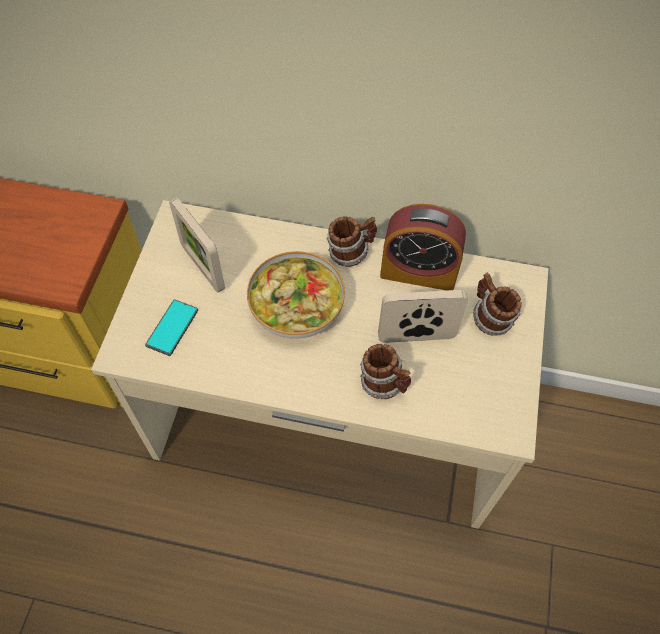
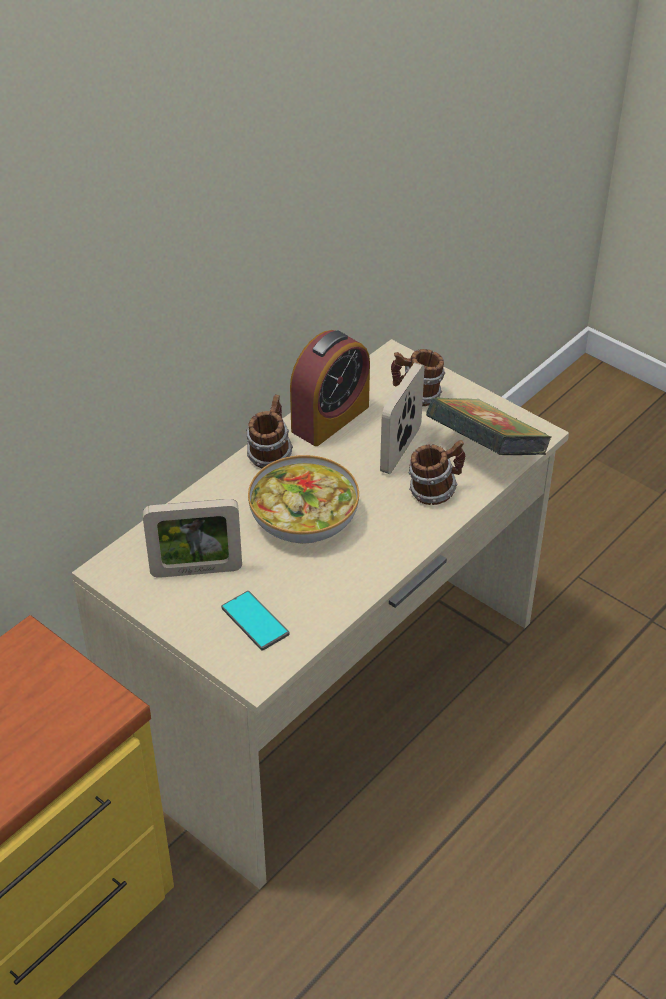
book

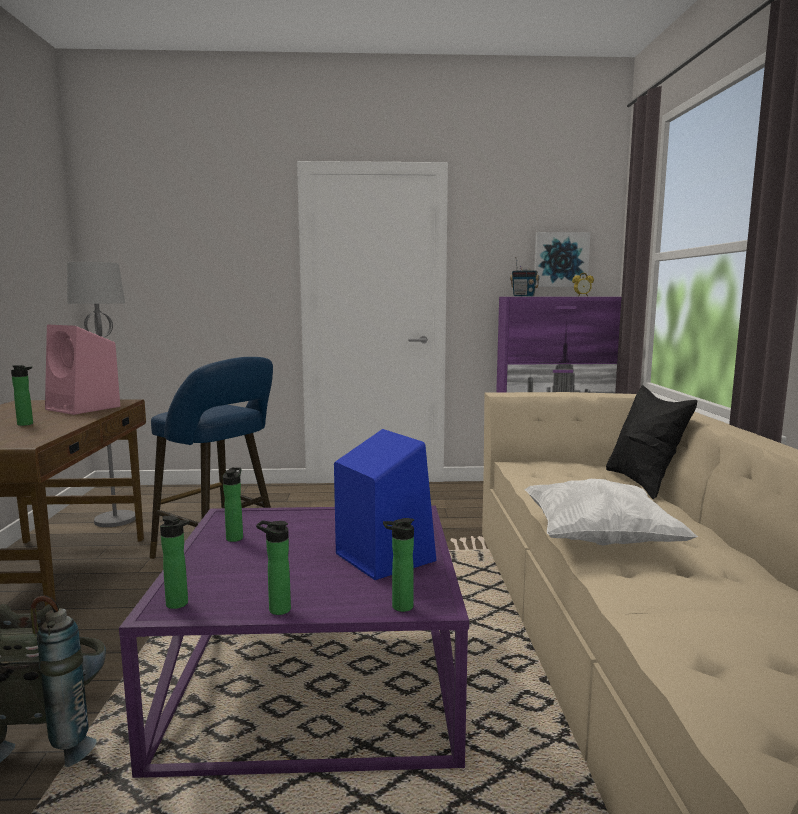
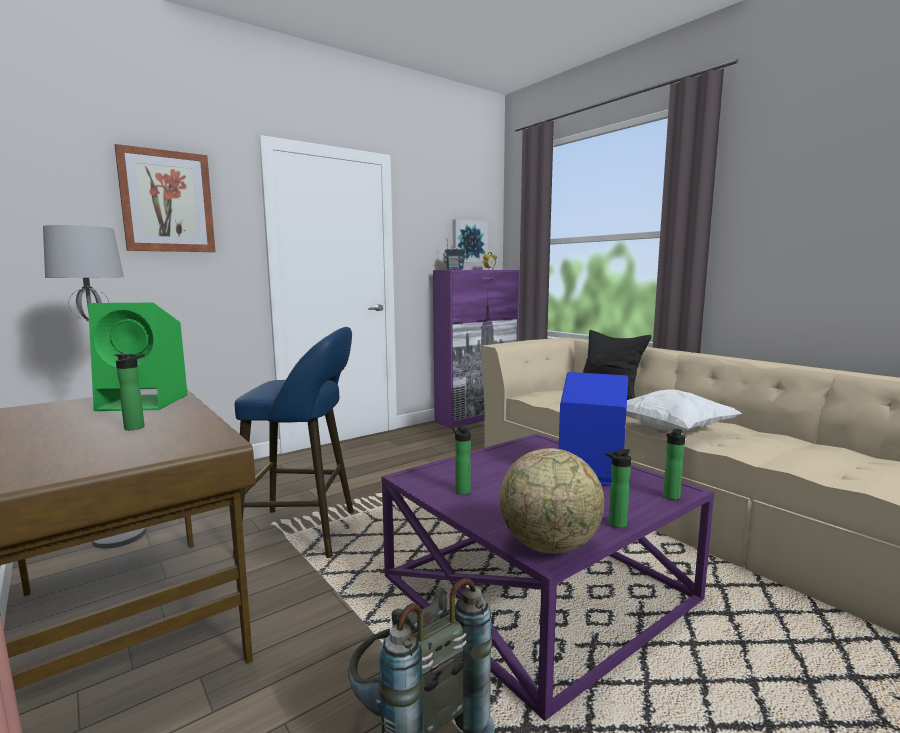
green loudspeaker
wall art (no. 1 from left)
globe

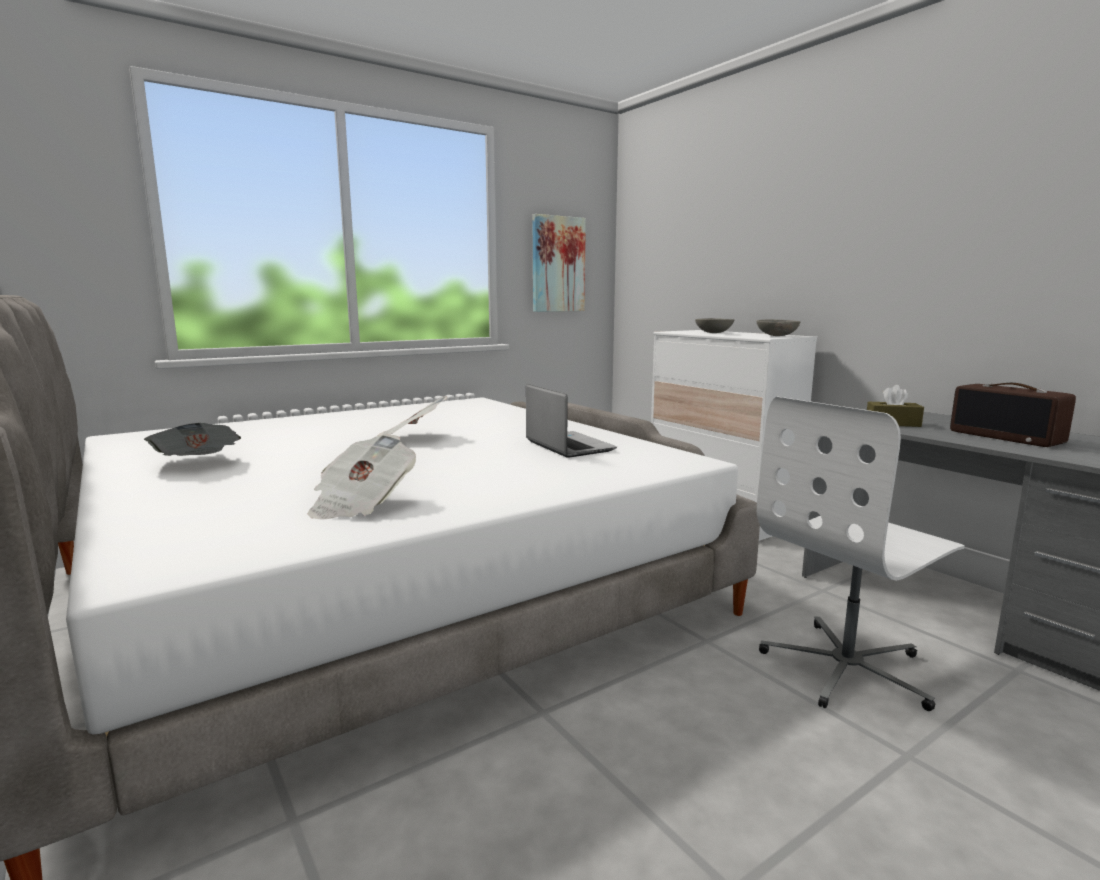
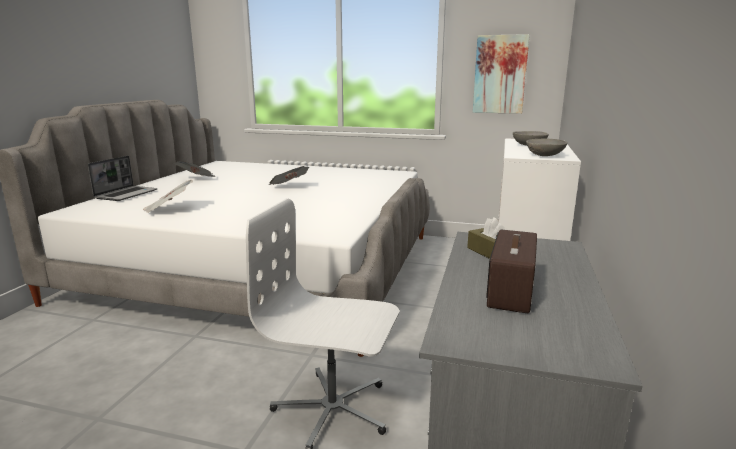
portable computer

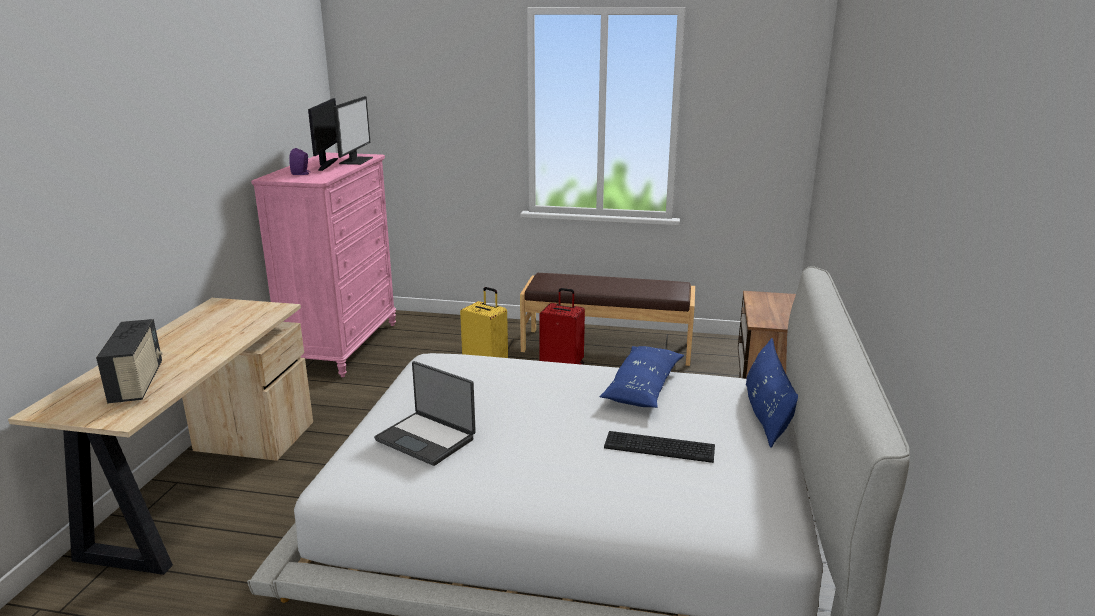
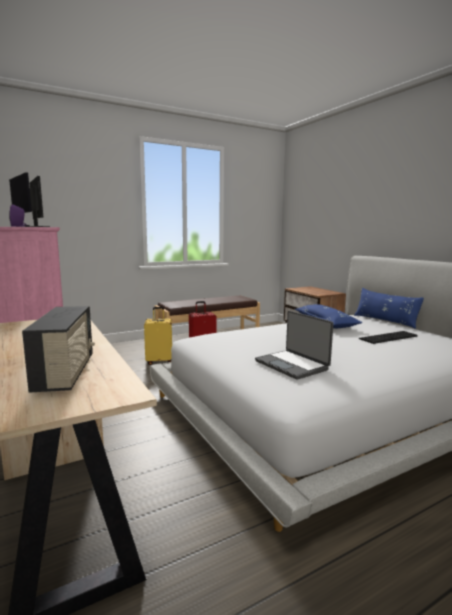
radio set
portable computer

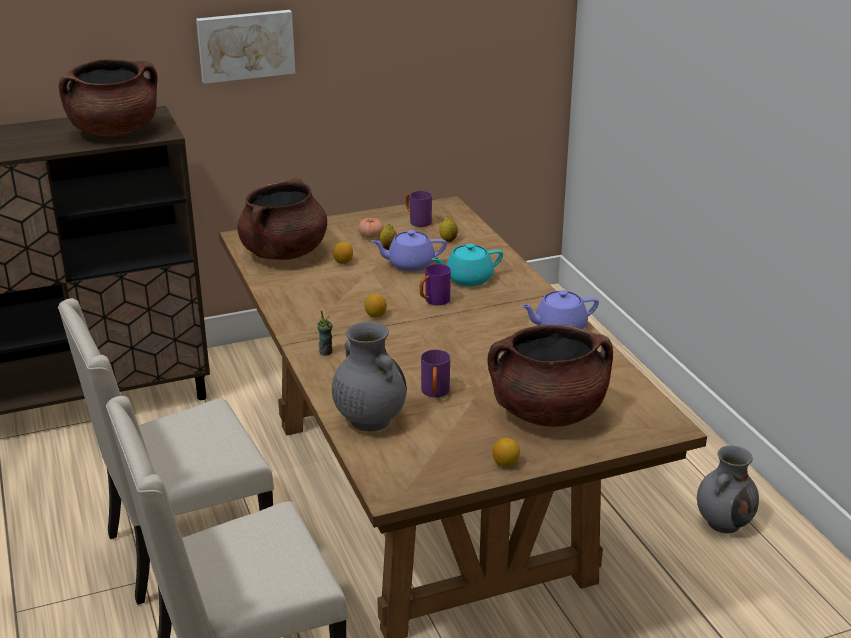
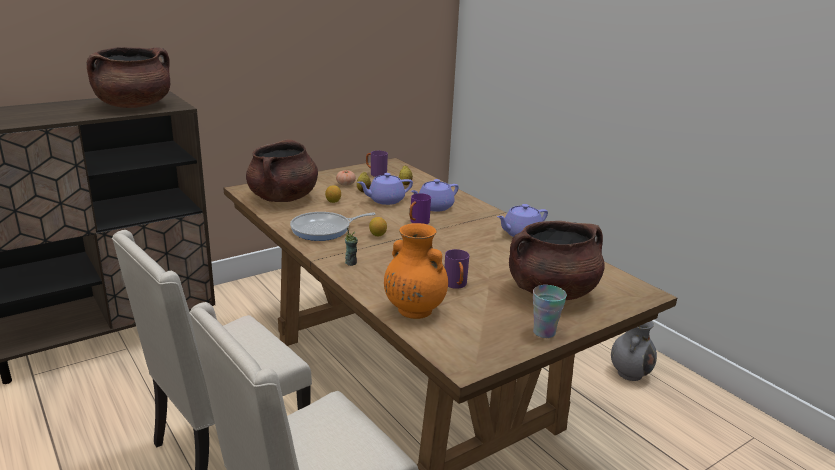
frying pan
orangey vase
purple-coloured tea pot (no. 2 from left)
drinking cup (no. 2 from left)
wall art

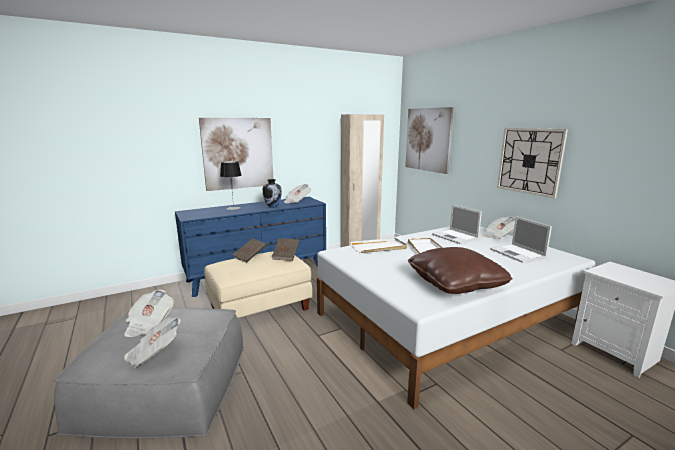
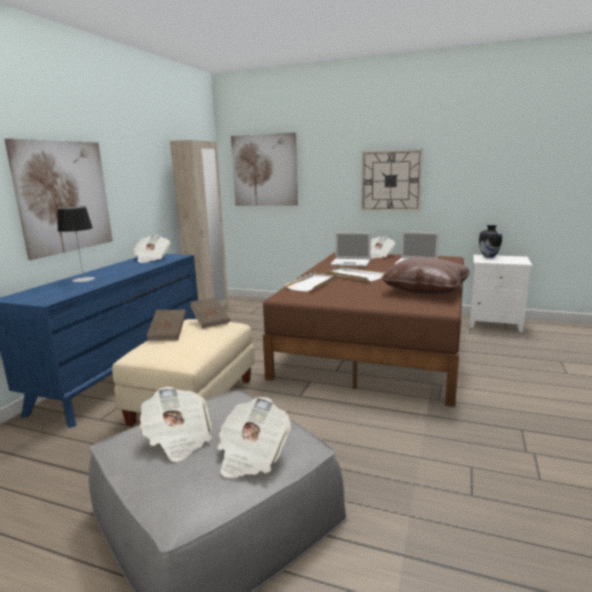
brown bed
vase

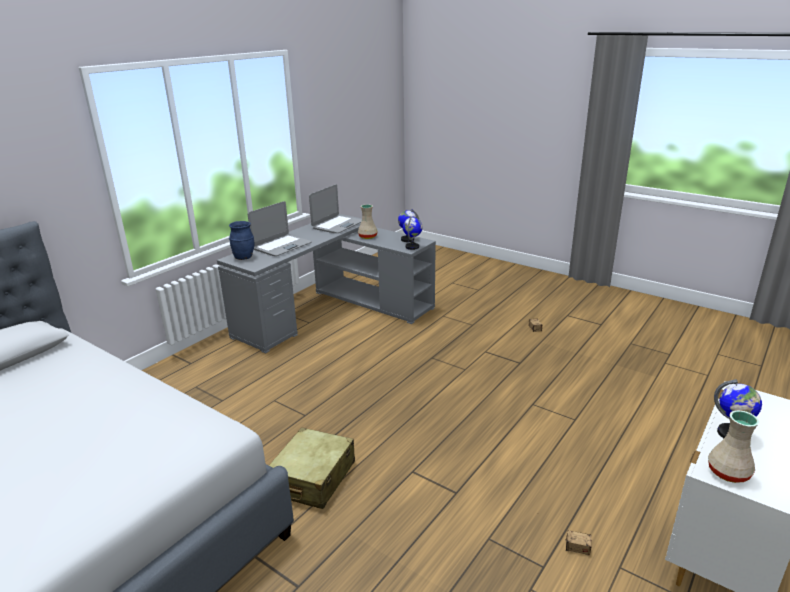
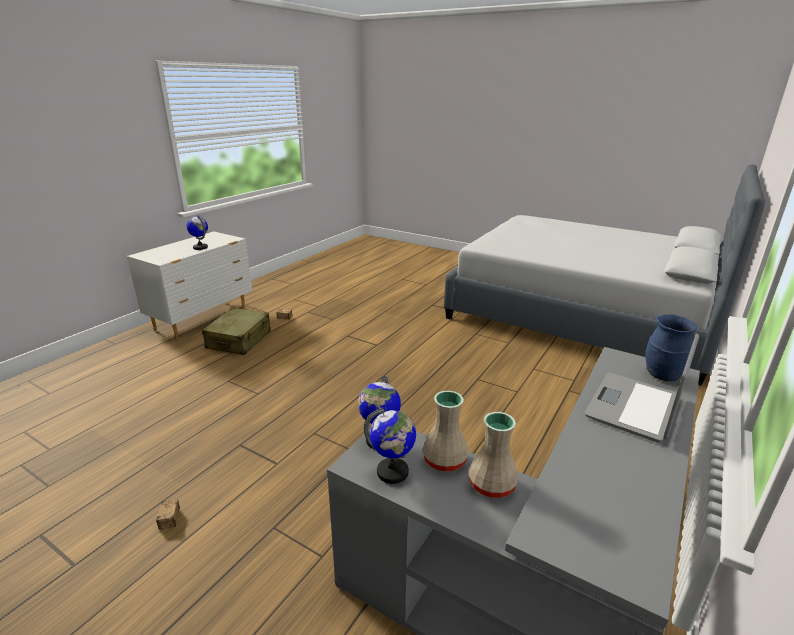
beige suitcase
beige vase (no. 1 from left)
portable computer (no. 2 from left in the first image)

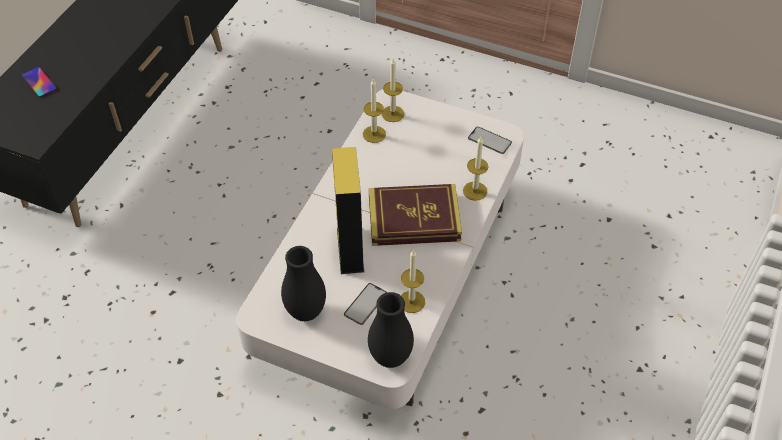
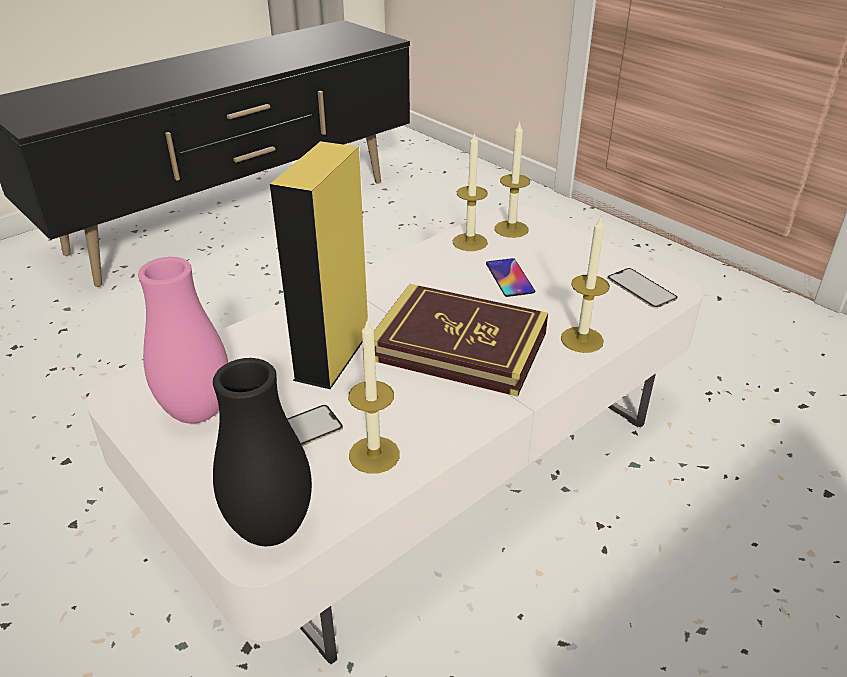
pinkish vase
phone (no. 2 from left)

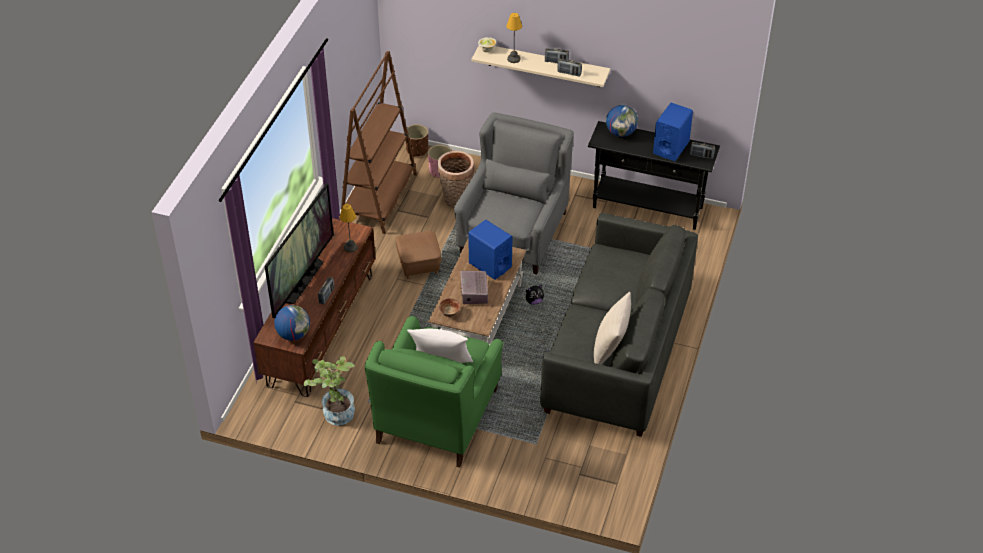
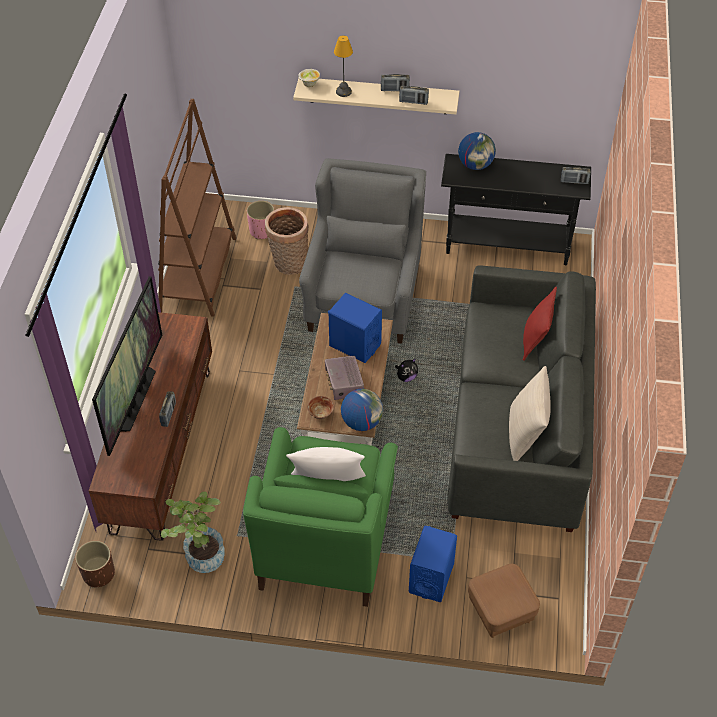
brown planter
globe (no. 1 from left)
blue loudspeaker (no. 2 from left)
brown pouffe
red-coloured cushion
table lamp (no. 1 from left in the first image)

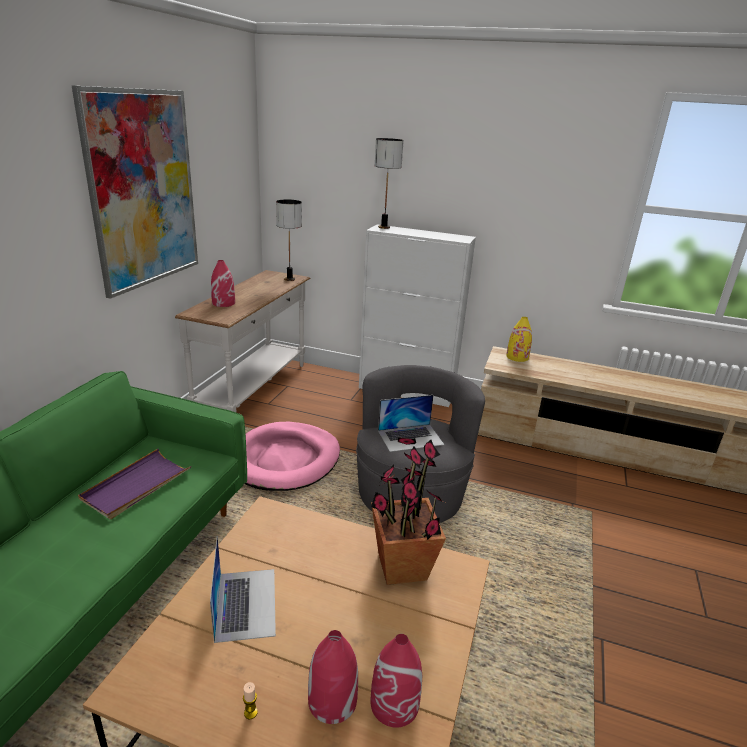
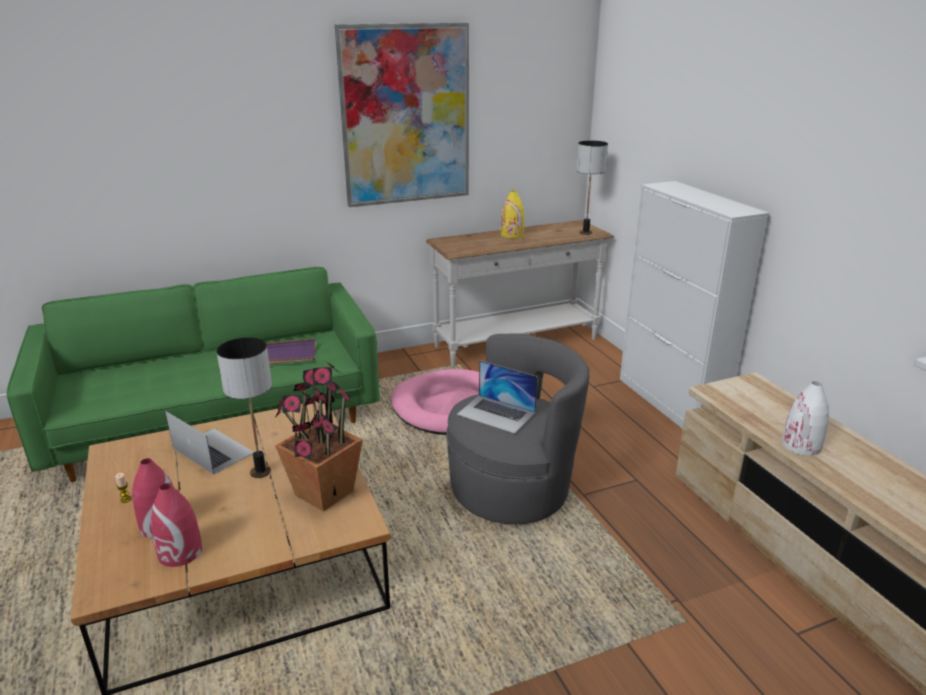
portable computer (no. 1 from left)
table lamp (no. 1 from left)
yellow-coloured vase
whitish vase
red-coloured vase (no. 1 from left in the first image)

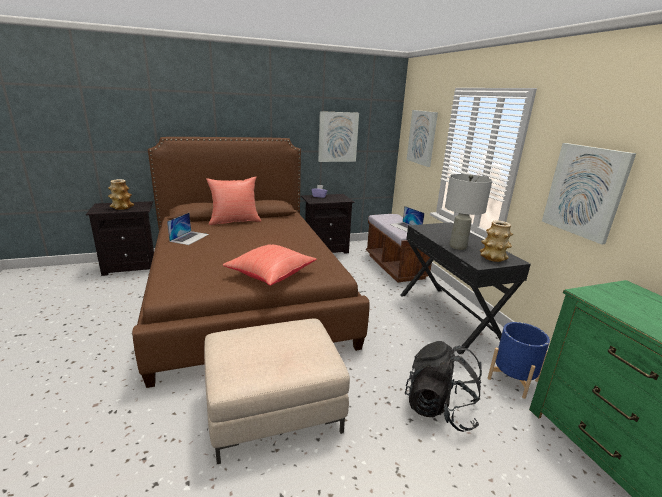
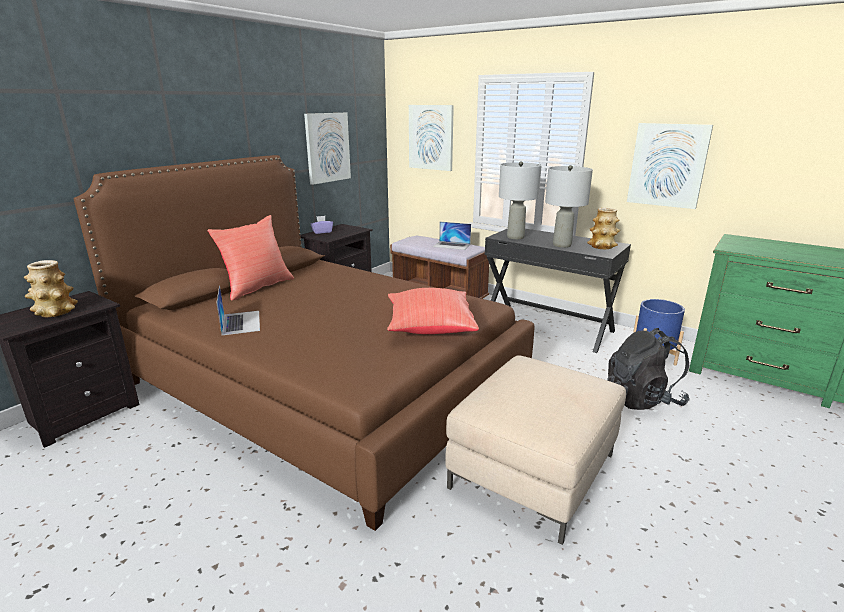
gray table lamp (no. 1 from left)

